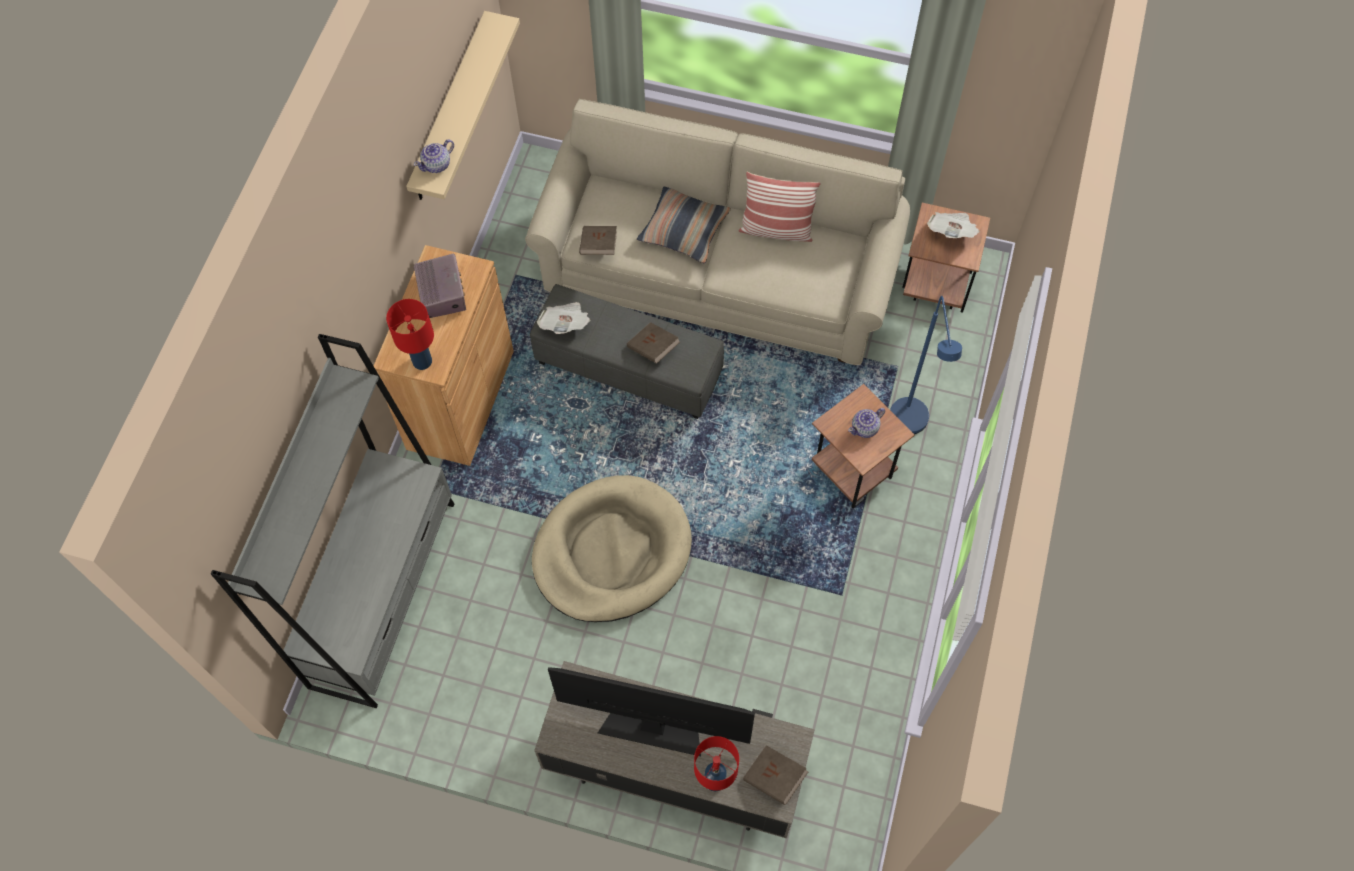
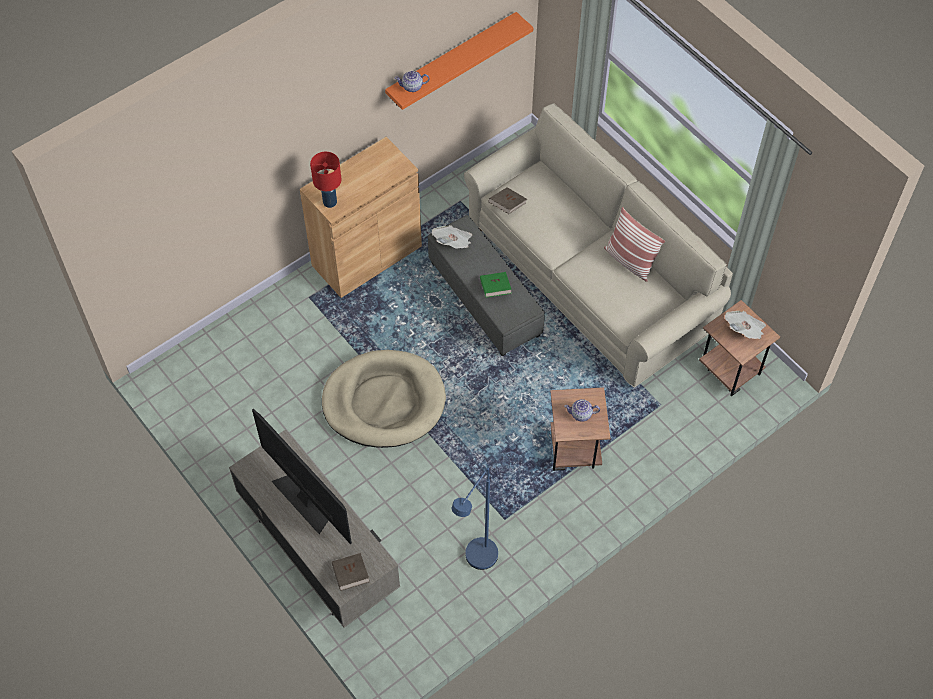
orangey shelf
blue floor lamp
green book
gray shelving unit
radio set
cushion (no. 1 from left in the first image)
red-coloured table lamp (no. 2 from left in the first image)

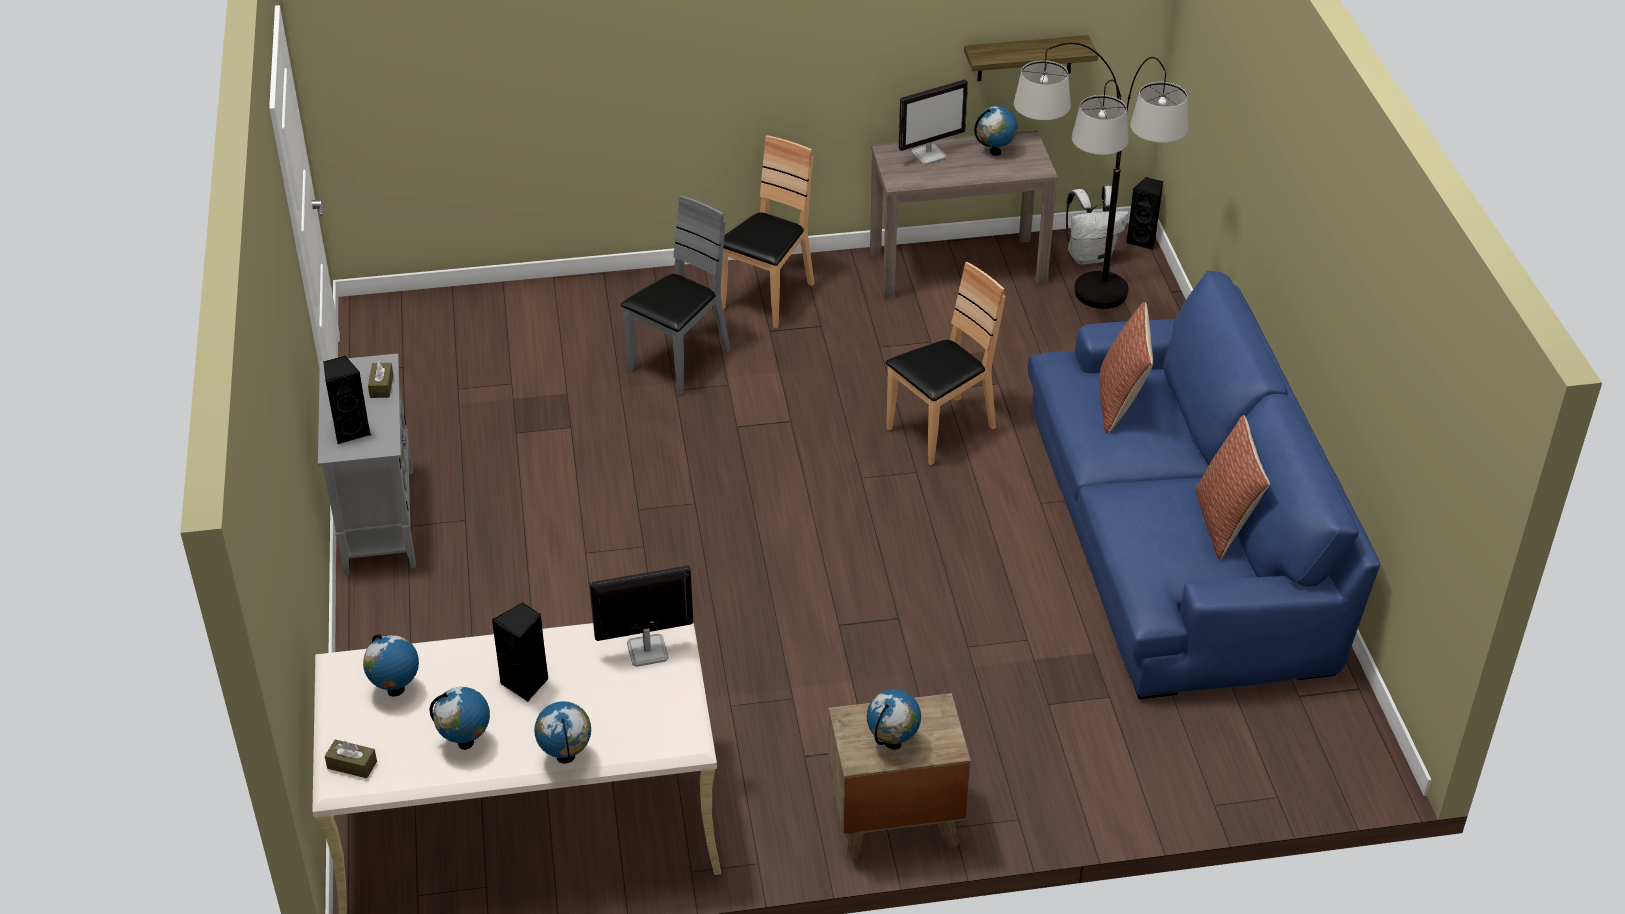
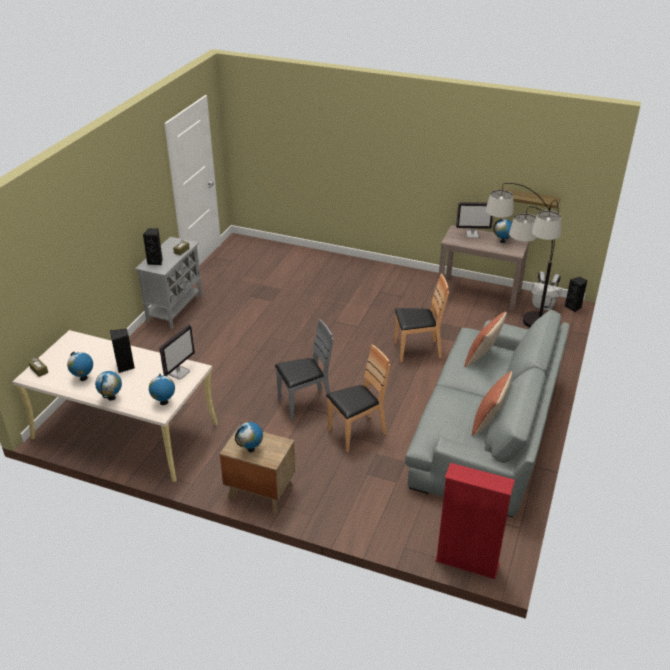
globe (no. 3 from left)
computer display (no. 1 from left)
gray upright chair
brown upright chair (no. 1 from left)
gray couch
red-coloured shelving unit

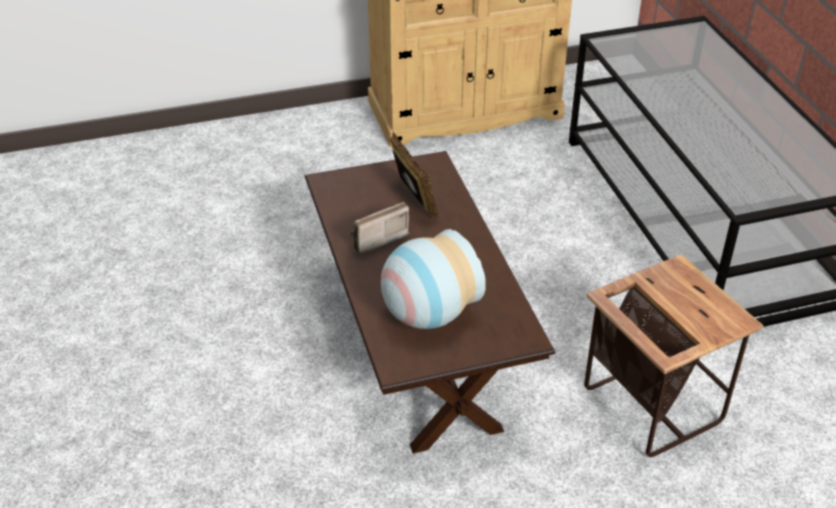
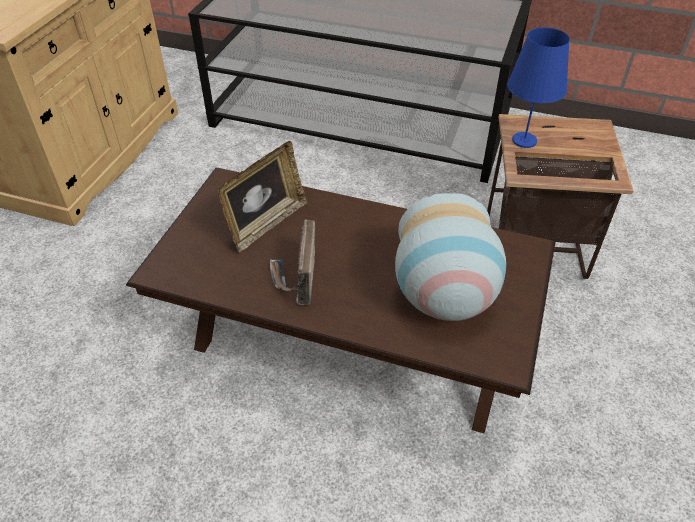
picture frame
blue table lamp

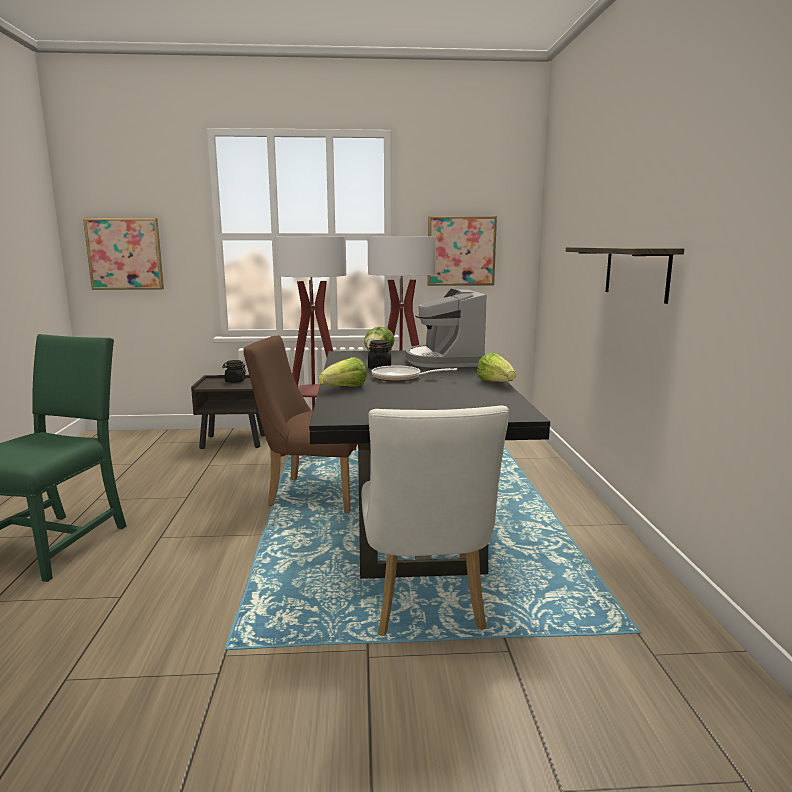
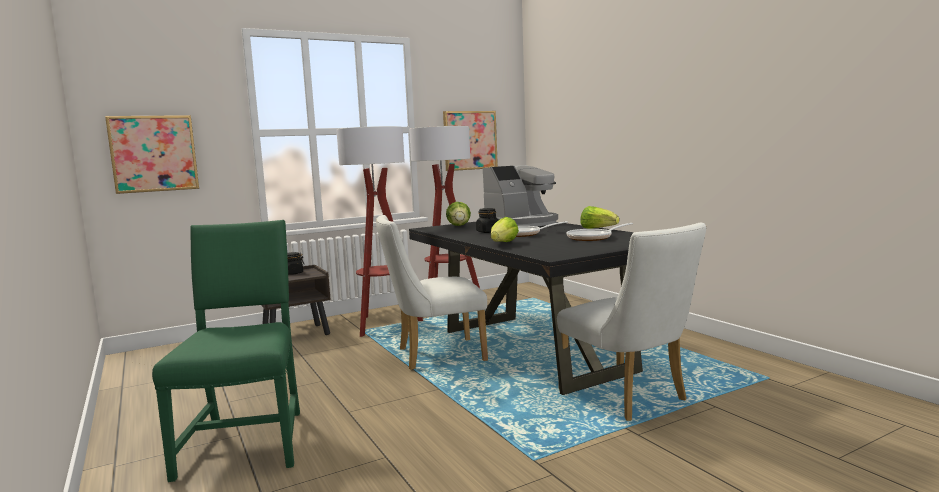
whitish upright chair (no. 1 from left)
coffee brewer
frying pan (no. 2 from left)
shelf

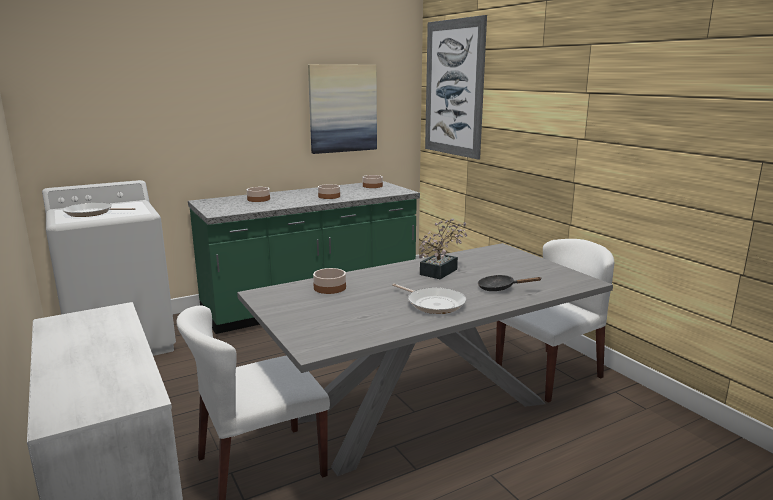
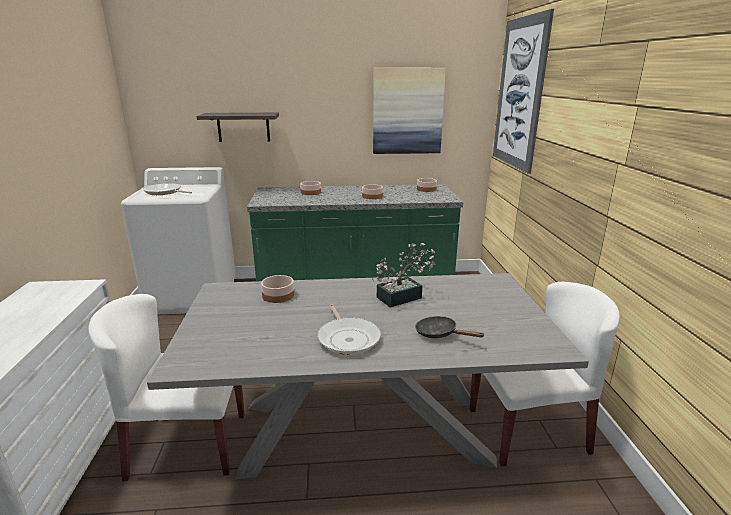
shelf

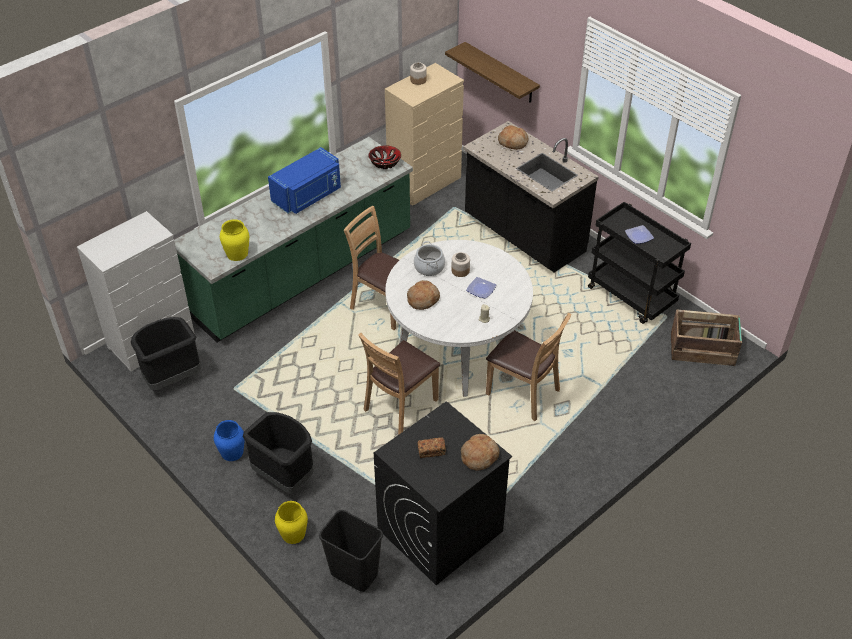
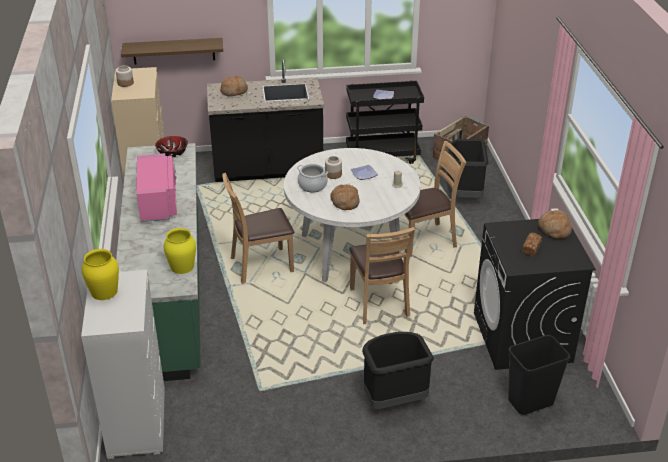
yellow-coloured vase (no. 1 from left)
pinkish kitchen microwave
black-coloured rubbish bin (no. 2 from left)
blue vase

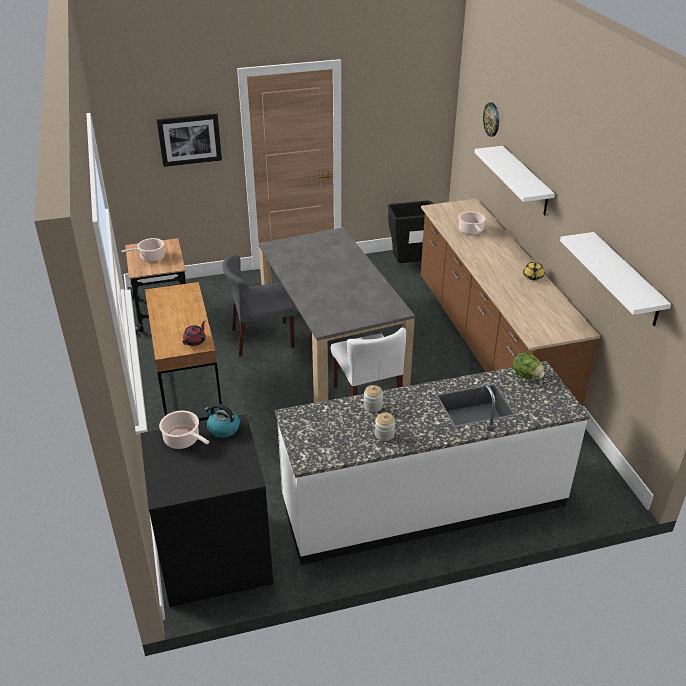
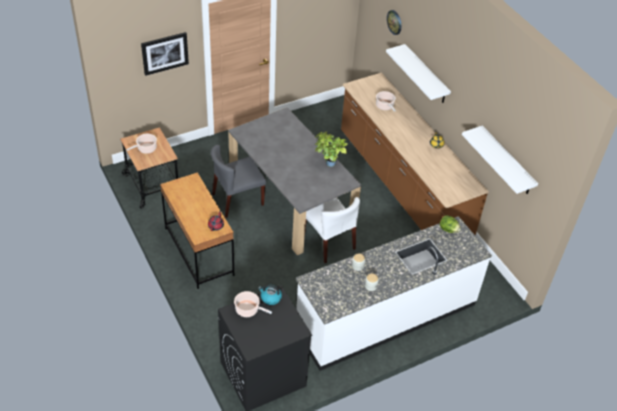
potted plant
black-coloured rubbish bin

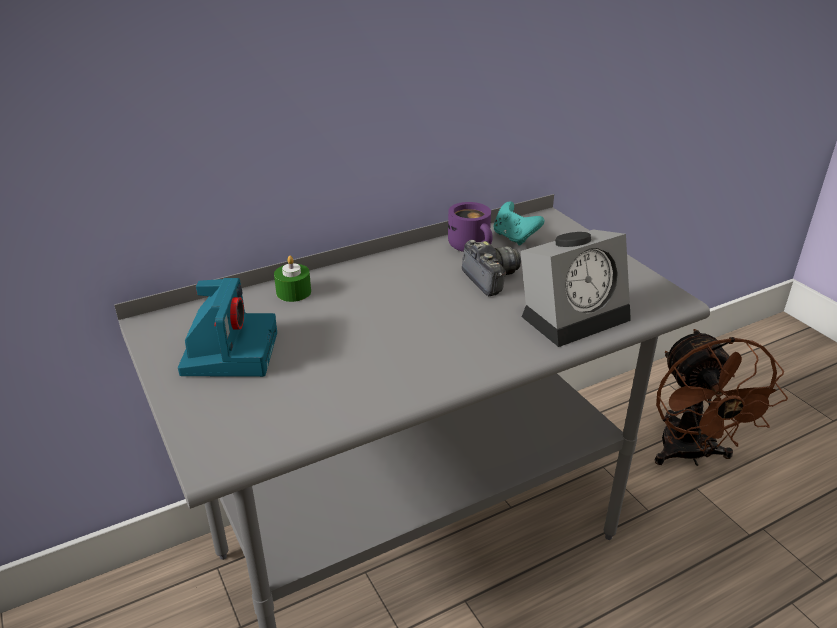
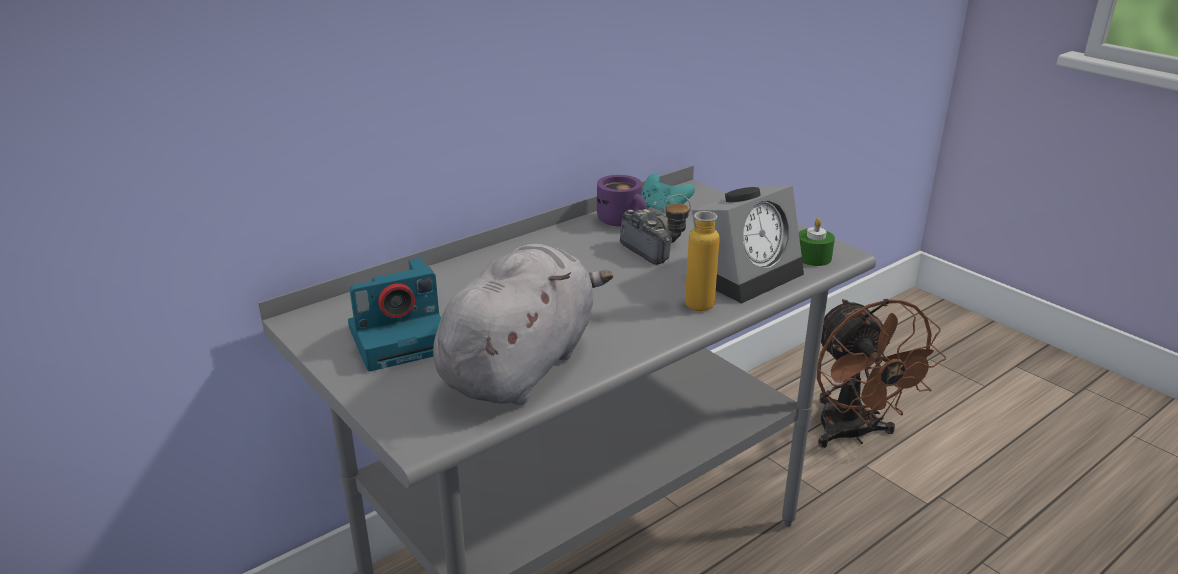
still camera (no. 1 from left)
gray soft toy
beverage bottle
green candle

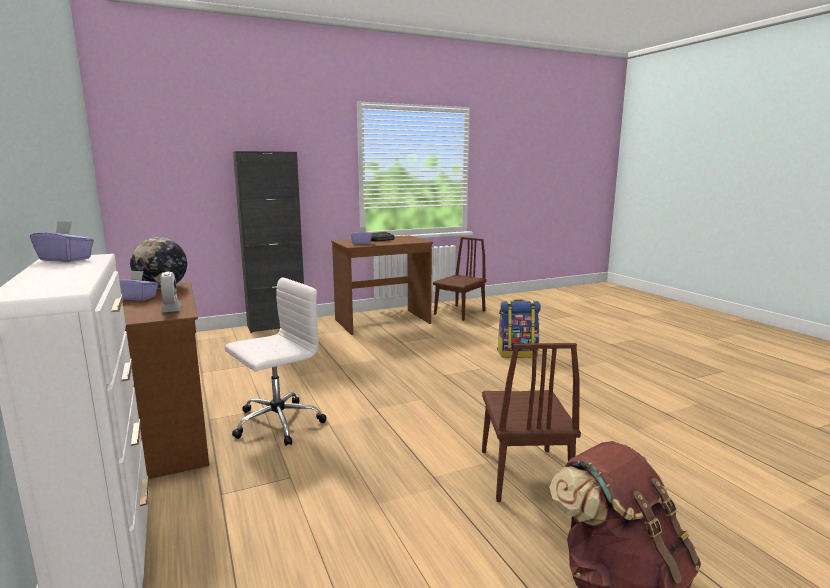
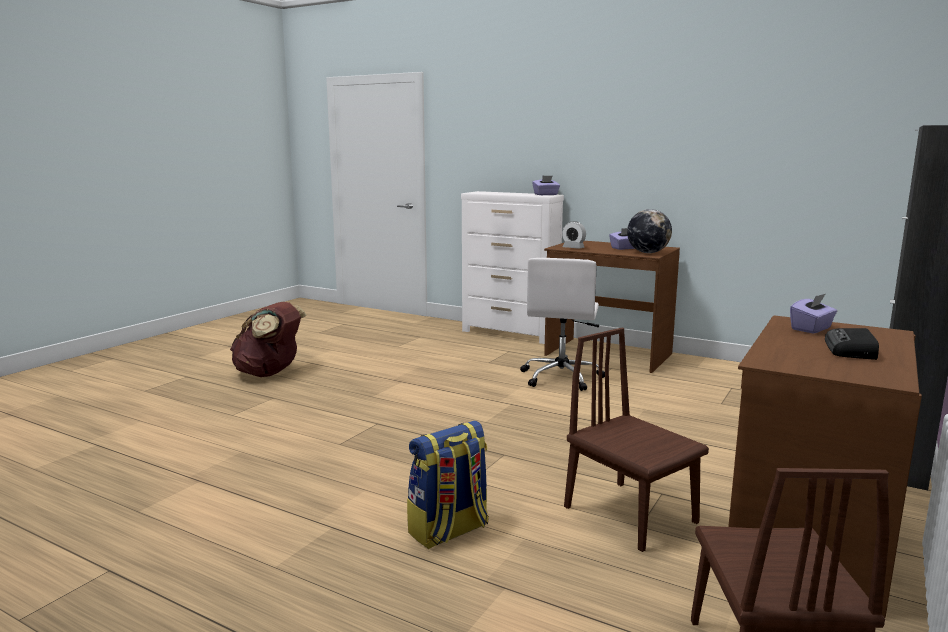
brown upright chair (no. 1 from left)

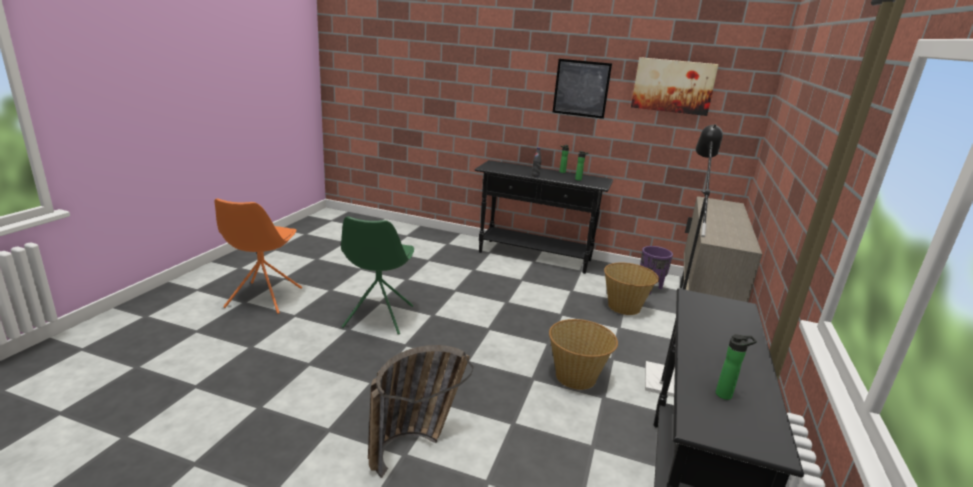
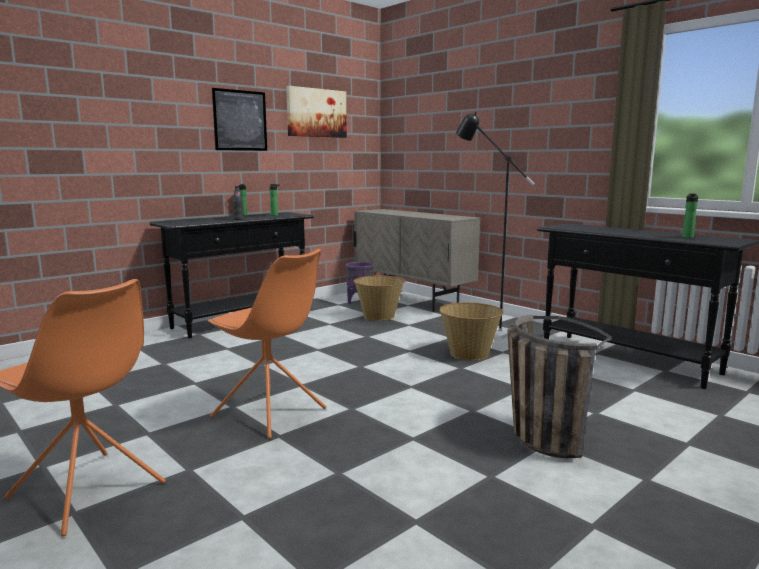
orangey upright chair (no. 2 from left)

